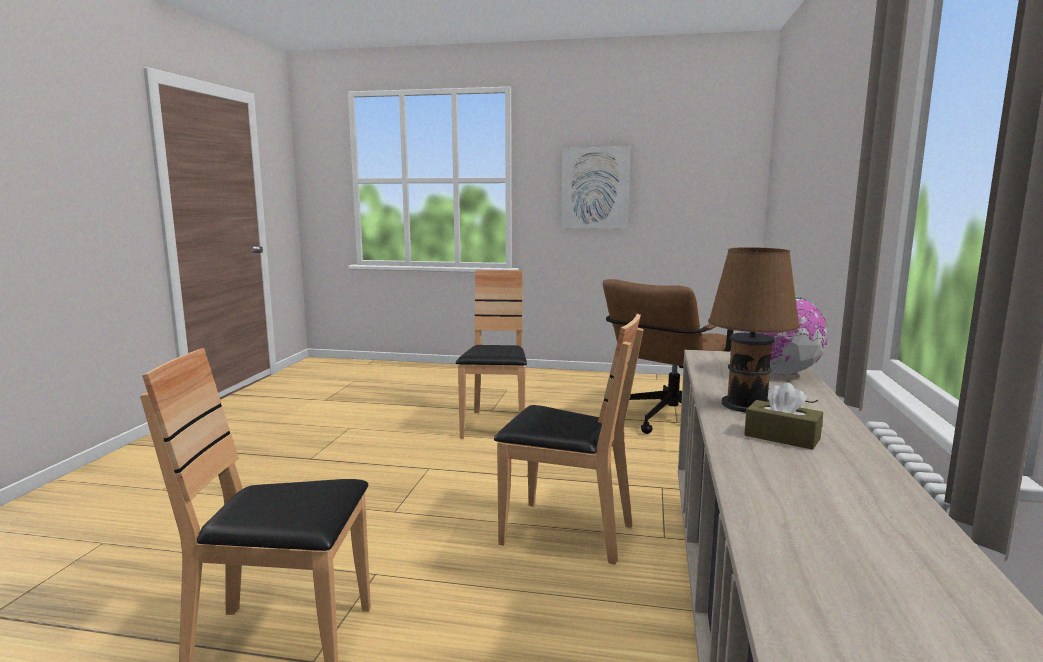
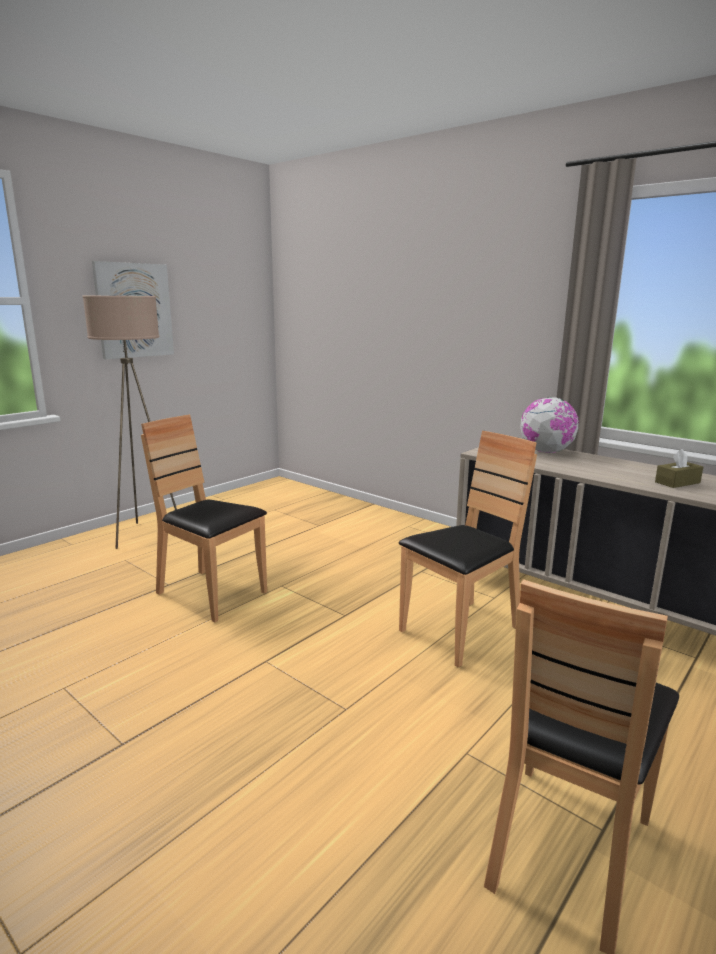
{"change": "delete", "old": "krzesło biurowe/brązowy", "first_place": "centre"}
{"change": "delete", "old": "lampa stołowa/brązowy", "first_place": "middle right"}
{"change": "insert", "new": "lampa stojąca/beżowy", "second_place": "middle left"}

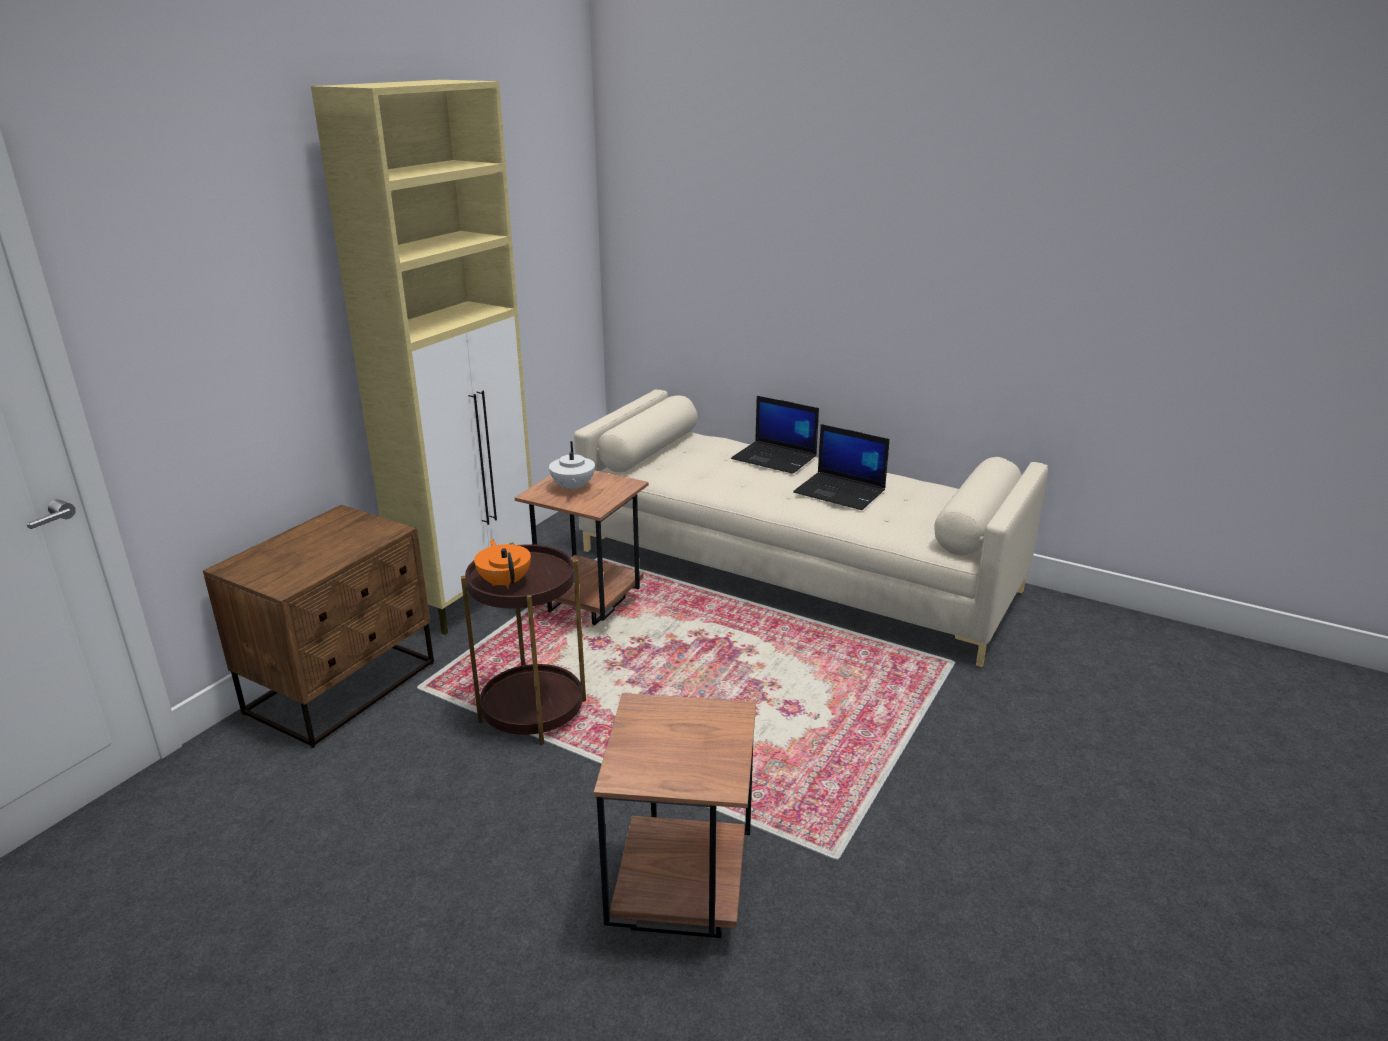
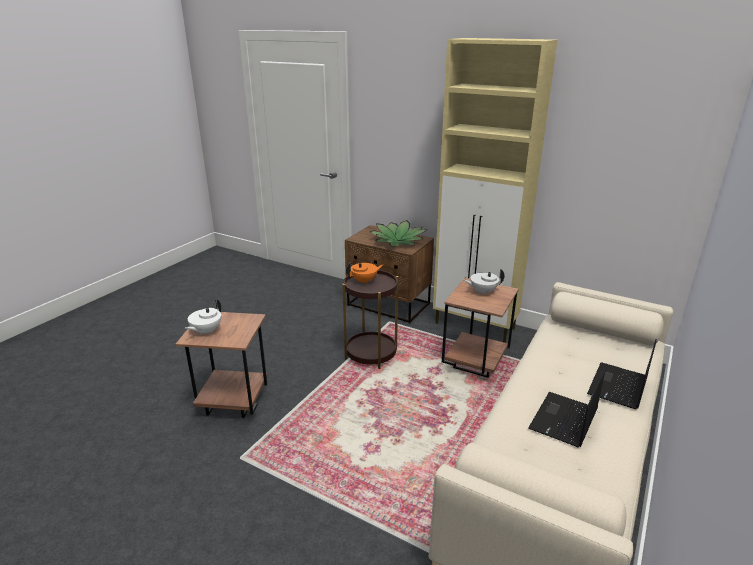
{"change": "insert", "new": "imbryk/biały (1st from left)", "second_place": "middle left"}
{"change": "insert", "new": "roślina doniczkowa", "second_place": "centre"}

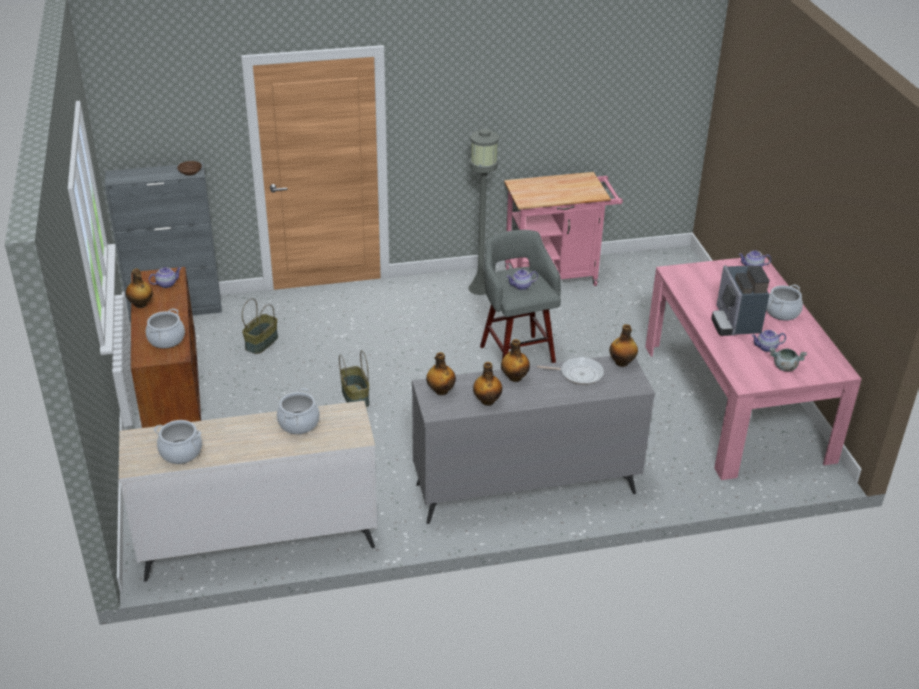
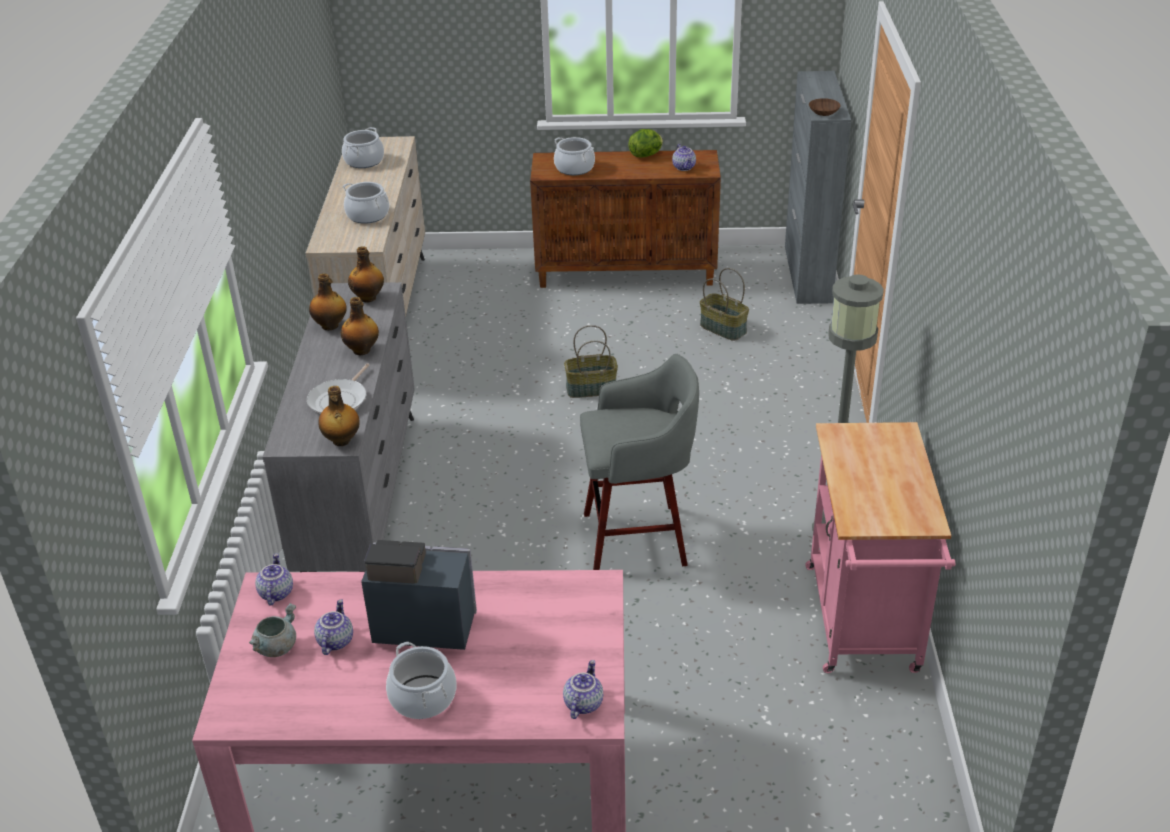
{"change": "replace", "old": "butelka (1st from left)", "new": "sałata", "first_place": "middle left", "second_place": "top centre"}
{"change": "move", "old": "imbryk (2nd from left in the first image)", "new": "imbryk (1st from left)", "first_place": "centre", "second_place": "bottom left"}

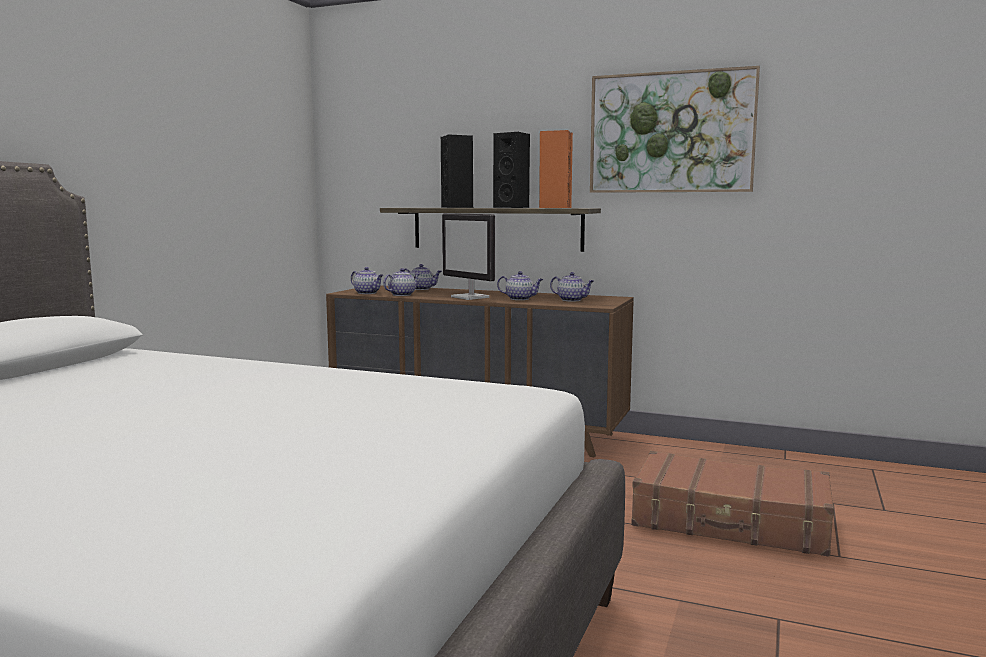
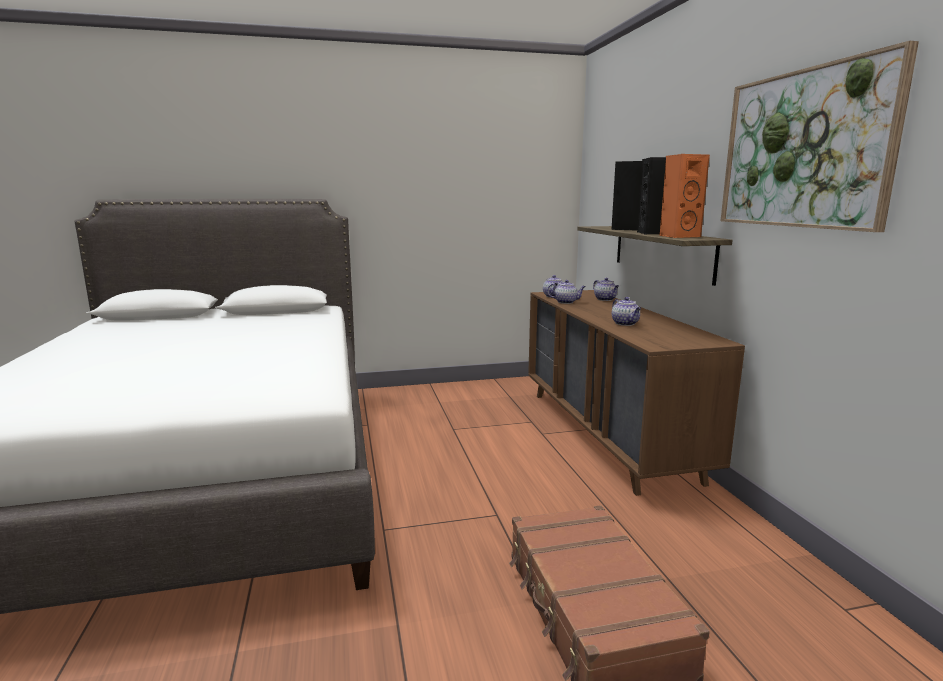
{"change": "delete", "old": "monitor", "first_place": "centre"}
{"change": "delete", "old": "imbryk (5th from left)", "first_place": "centre"}

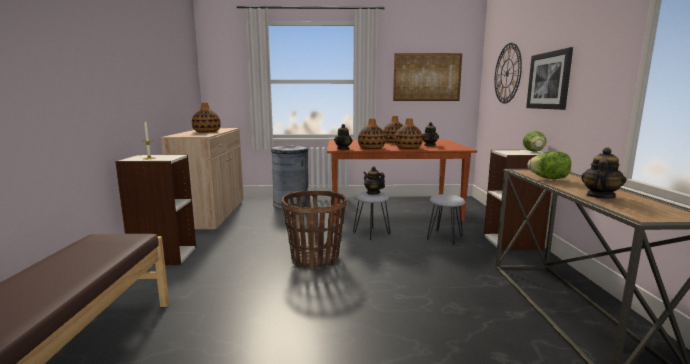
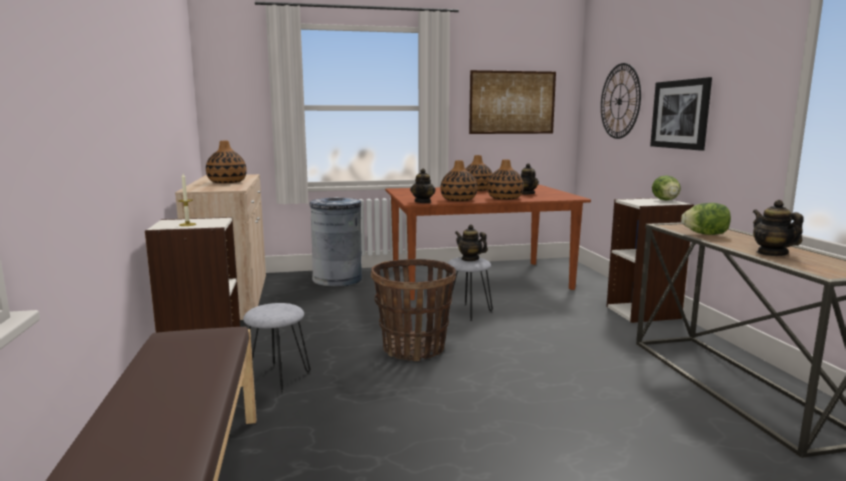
{"change": "move", "old": "stołek/szary (2nd from left in the first image)", "new": "stołek/szary (1st from left)", "first_place": "centre", "second_place": "bottom left"}
{"change": "rotate", "old": "imbryk (4th from left)", "first_place": "middle right", "second_place": "middle right", "degrees": -45}

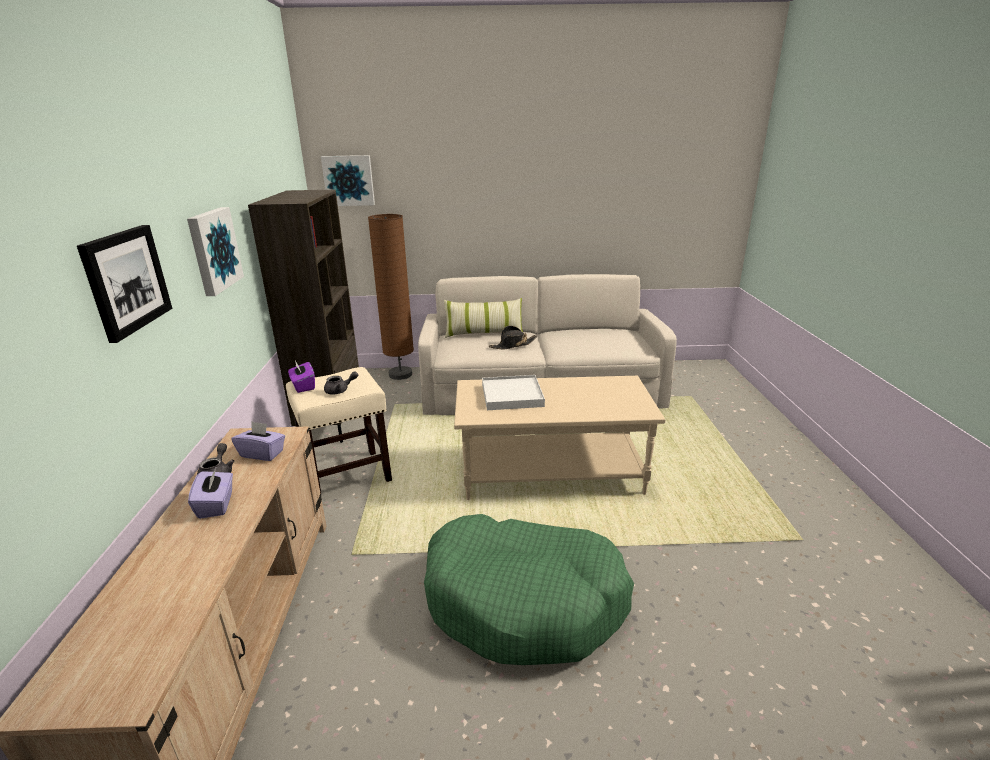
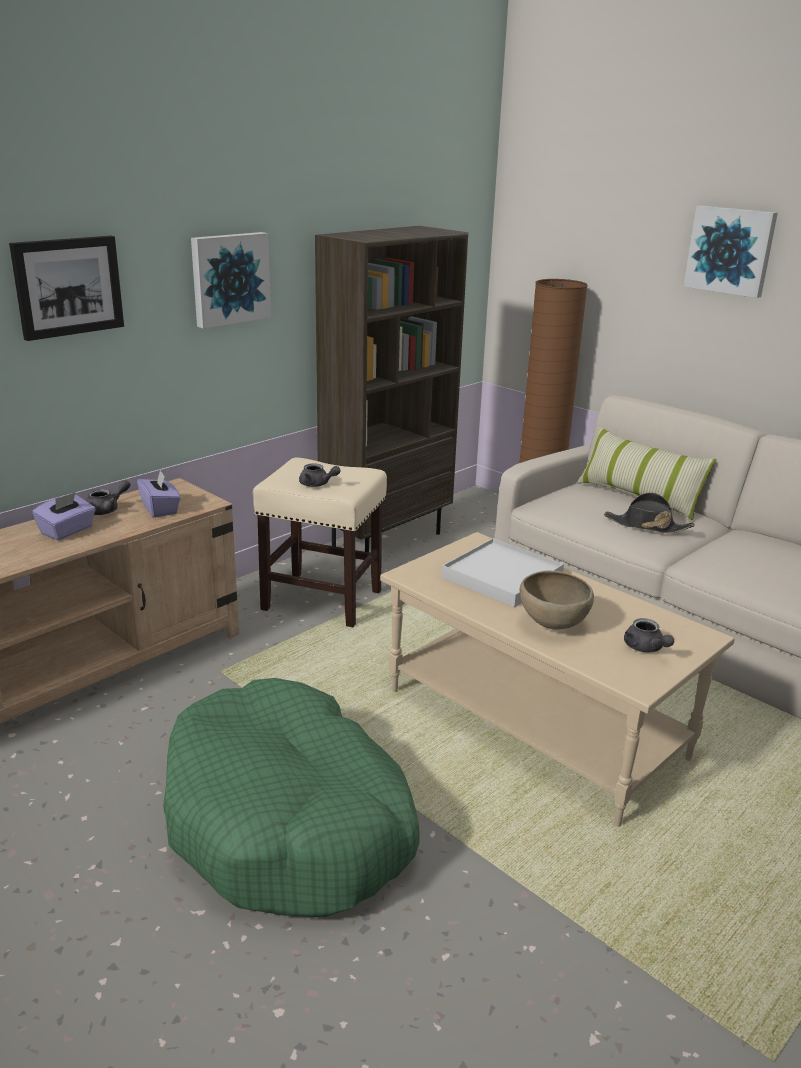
{"change": "delete", "old": "pudełko chusteczek/fioletowy (3rd from left)", "first_place": "middle left"}
{"change": "move", "old": "obraz (3rd from left)", "first_place": "top centre", "second_place": "top right"}
{"change": "insert", "new": "miska/brązowy", "second_place": "middle right"}
{"change": "insert", "new": "imbryk/szary (3rd from left)", "second_place": "middle right"}

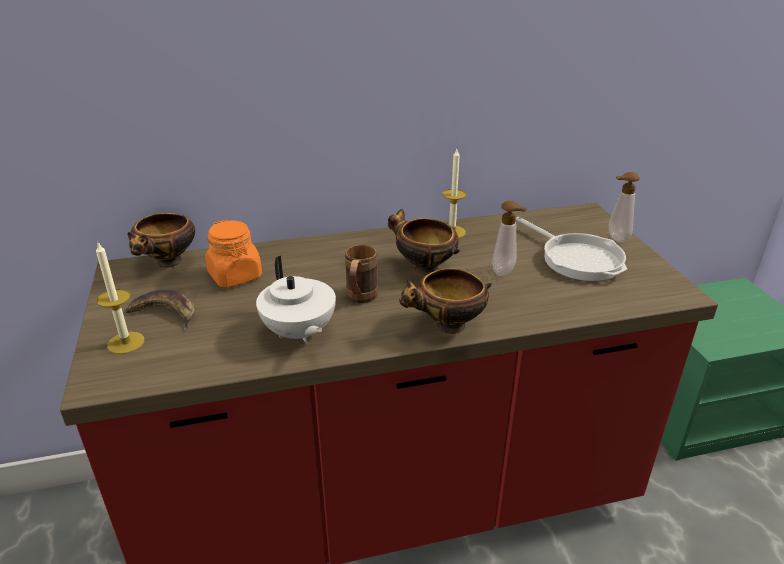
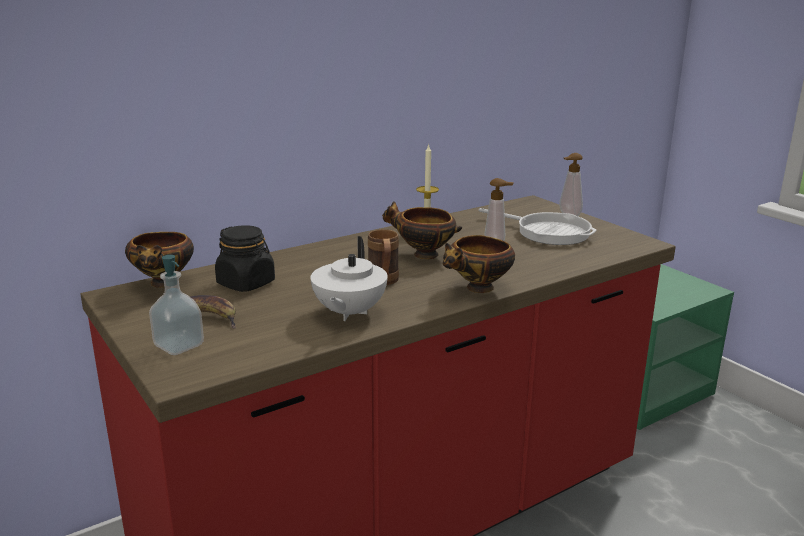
{"change": "replace", "old": "świeca (1st from left)", "new": "dozownik mydła (1st from left)", "first_place": "middle left", "second_place": "middle left"}
{"change": "recolor", "old": "słoik/pomarańczowy", "new": "słoik/czarny", "first_place": "middle left", "second_place": "middle left"}
{"change": "rotate", "old": "imbryk/biały", "first_place": "centre", "second_place": "centre", "degrees": 60}

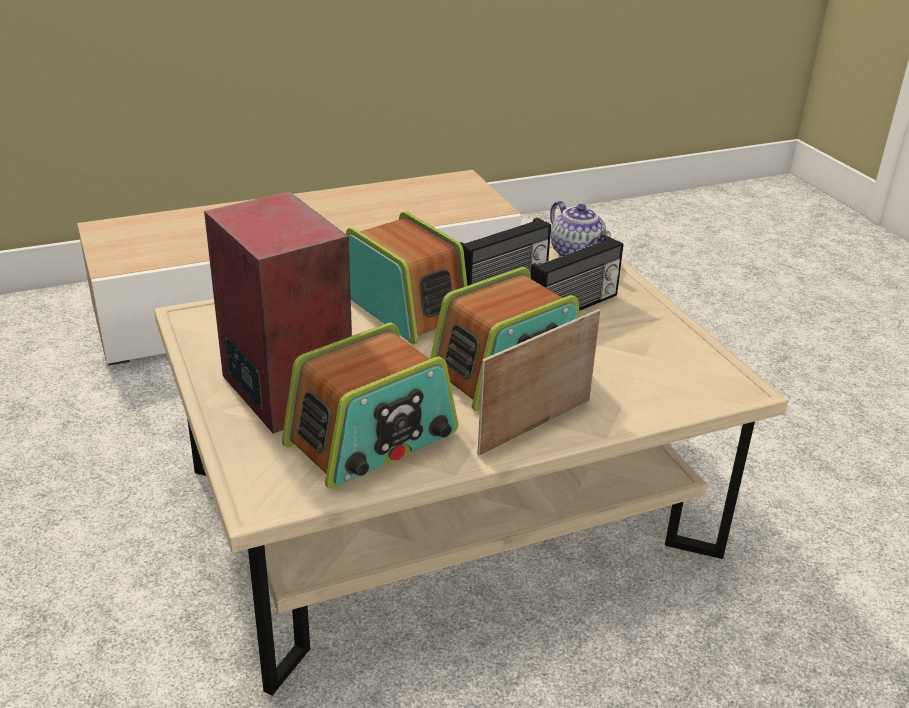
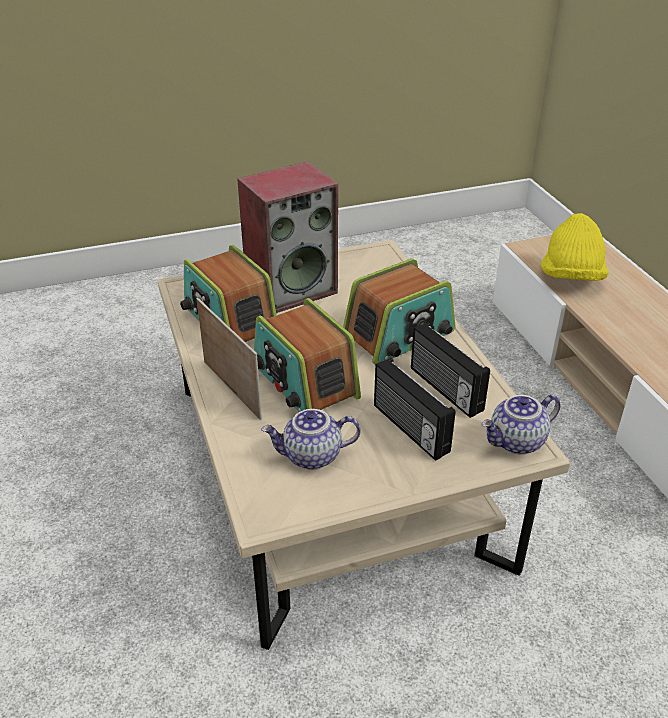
{"change": "insert", "new": "imbryk (1st from left)", "second_place": "centre"}
{"change": "insert", "new": "kapelusz/żółty", "second_place": "middle right"}

